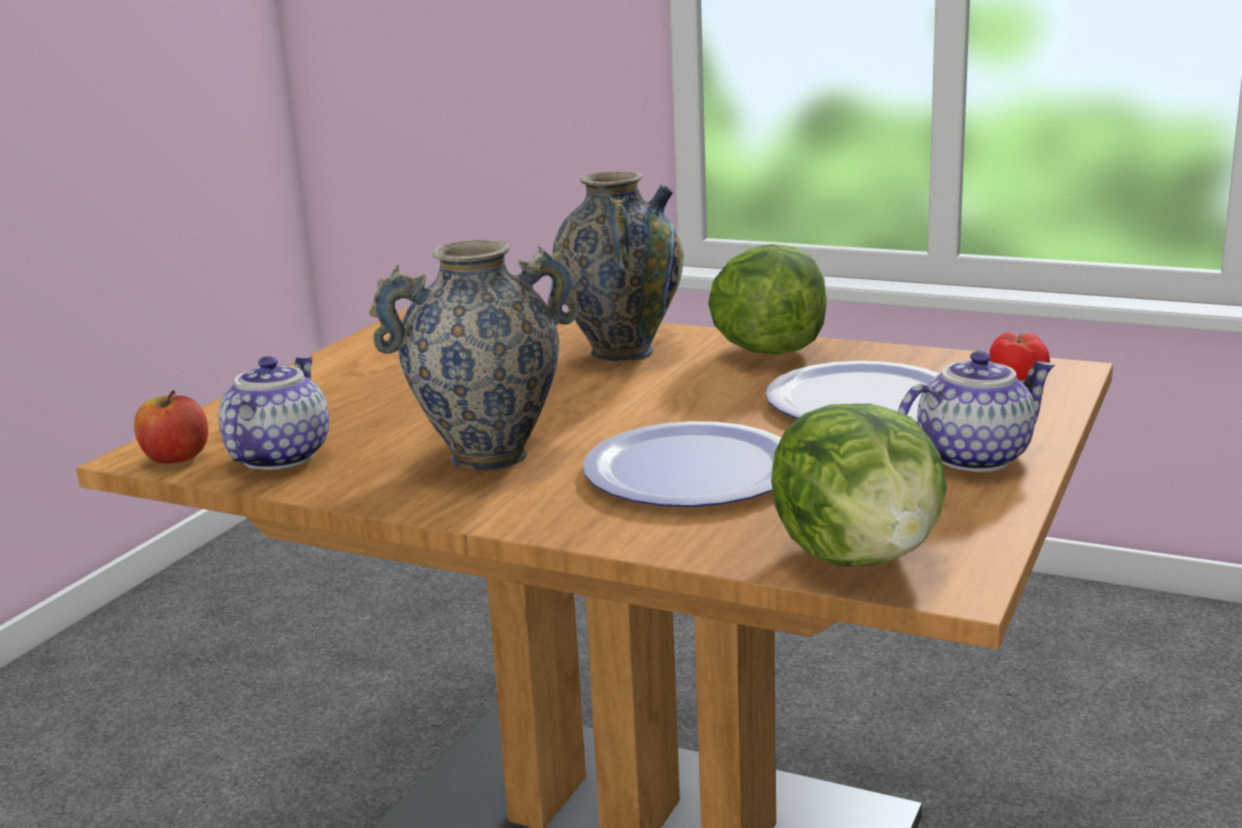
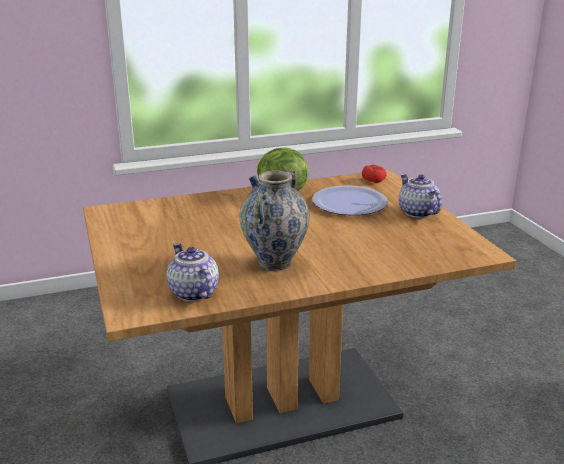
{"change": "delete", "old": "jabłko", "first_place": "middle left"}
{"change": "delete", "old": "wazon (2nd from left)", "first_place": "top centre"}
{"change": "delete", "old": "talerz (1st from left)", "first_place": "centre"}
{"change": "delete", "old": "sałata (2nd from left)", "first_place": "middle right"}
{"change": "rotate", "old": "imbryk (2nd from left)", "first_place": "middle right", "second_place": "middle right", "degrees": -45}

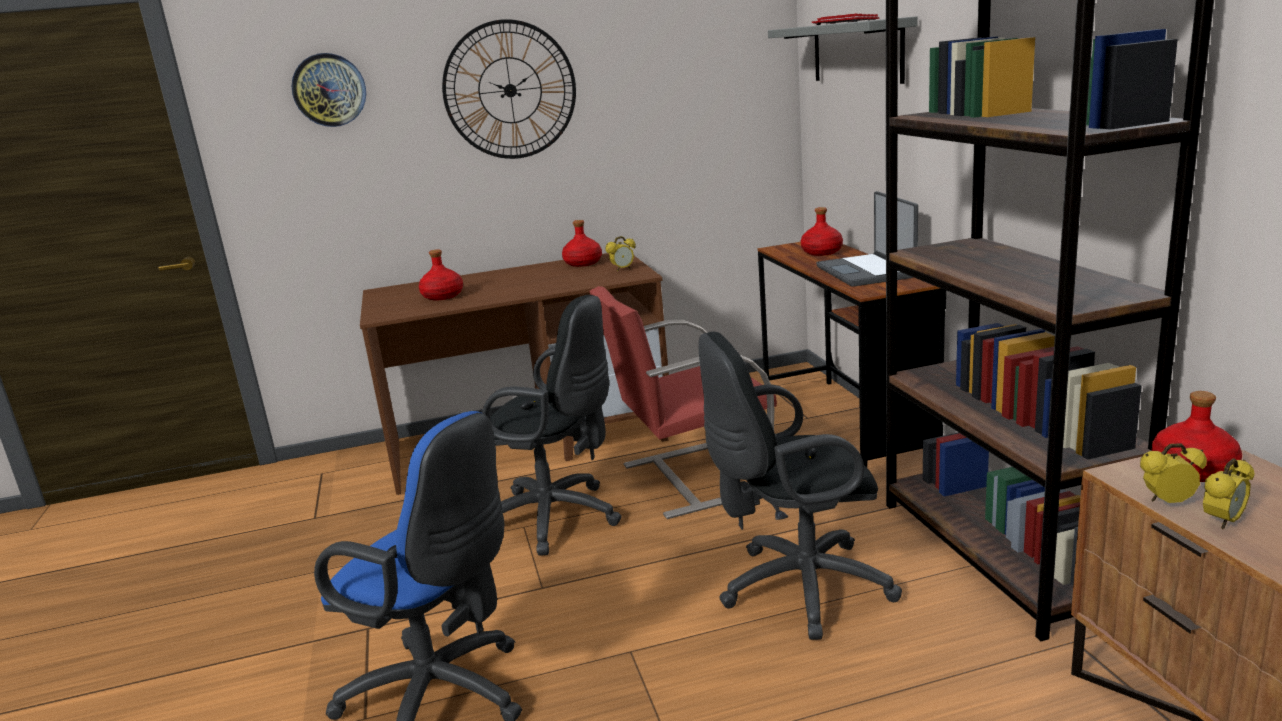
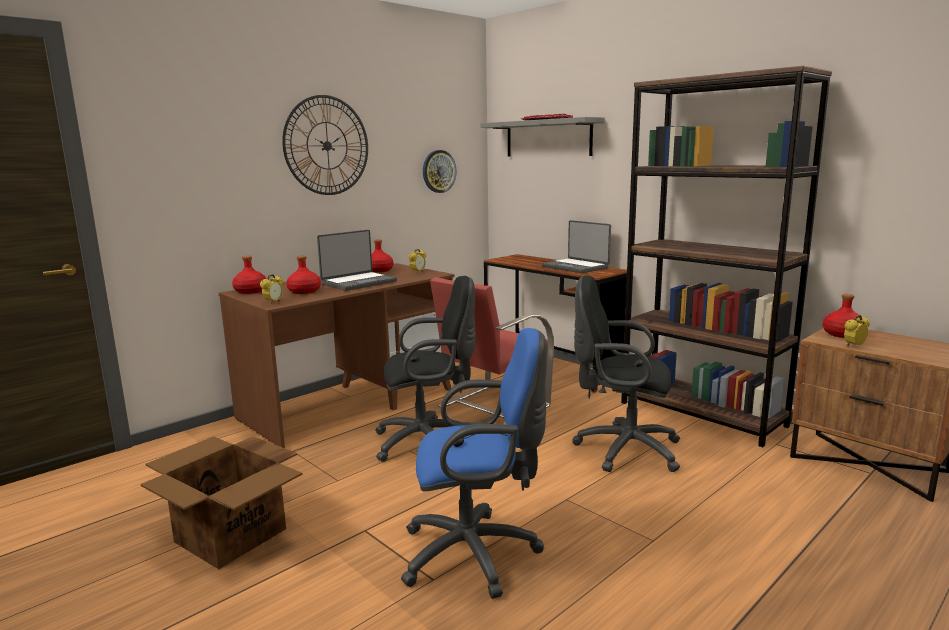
{"change": "move", "old": "zegar ścienny (1st from left in the first image)", "new": "zegar ścienny (2nd from left)", "first_place": "top left", "second_place": "top centre"}
{"change": "rotate", "old": "krzesło biurowe/czarny (2nd from left)", "first_place": "bottom centre", "second_place": "centre", "degrees": 60}
{"change": "move", "old": "butelka/czerwony (3rd from left in the first image)", "new": "butelka/czerwony (1st from left)", "first_place": "top centre", "second_place": "middle left"}
{"change": "move", "old": "budzik (3rd from left in the first image)", "new": "budzik (1st from left)", "first_place": "bottom right", "second_place": "middle left"}
{"change": "insert", "new": "karton", "second_place": "bottom left"}
{"change": "insert", "new": "laptop (1st from left)", "second_place": "centre"}

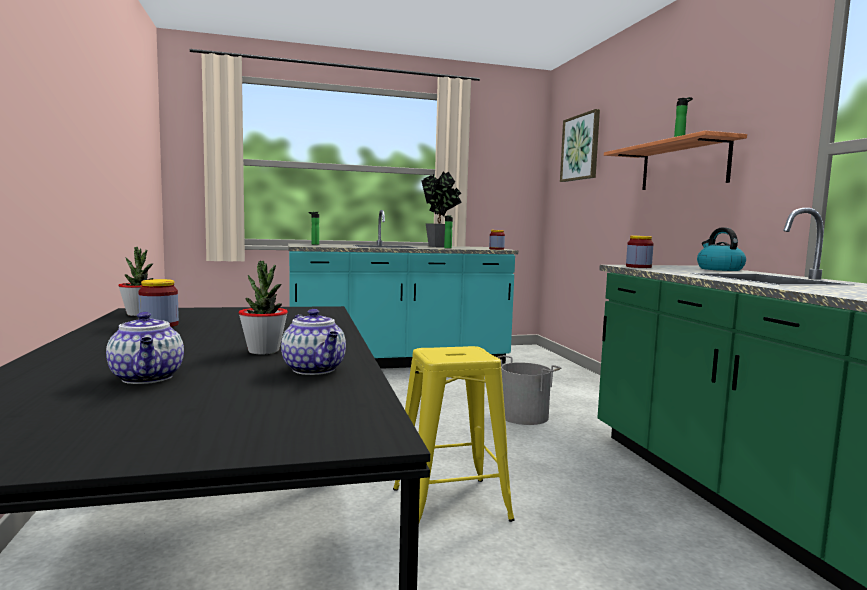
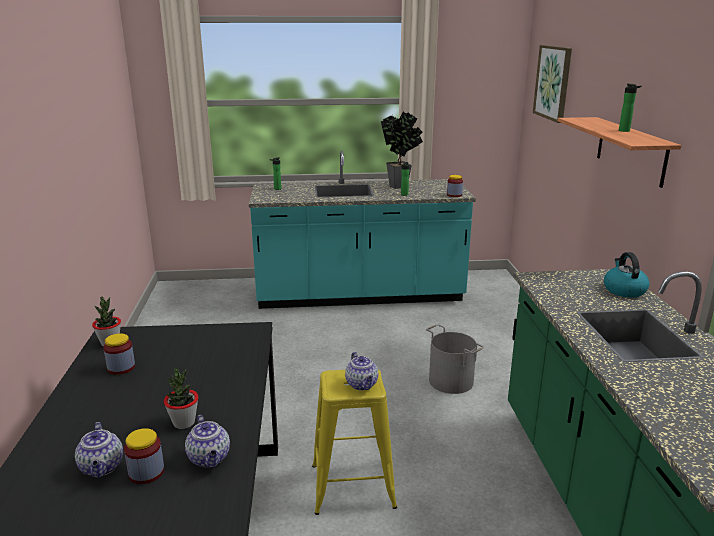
{"change": "move", "old": "słoik (3rd from left in the first image)", "new": "słoik (2nd from left)", "first_place": "middle right", "second_place": "bottom left"}
{"change": "insert", "new": "imbryk (3rd from left)", "second_place": "bottom centre"}

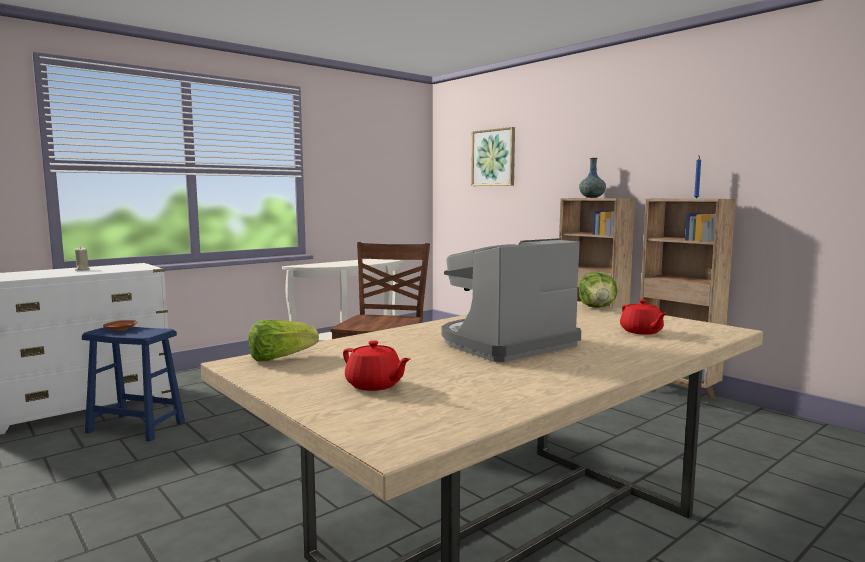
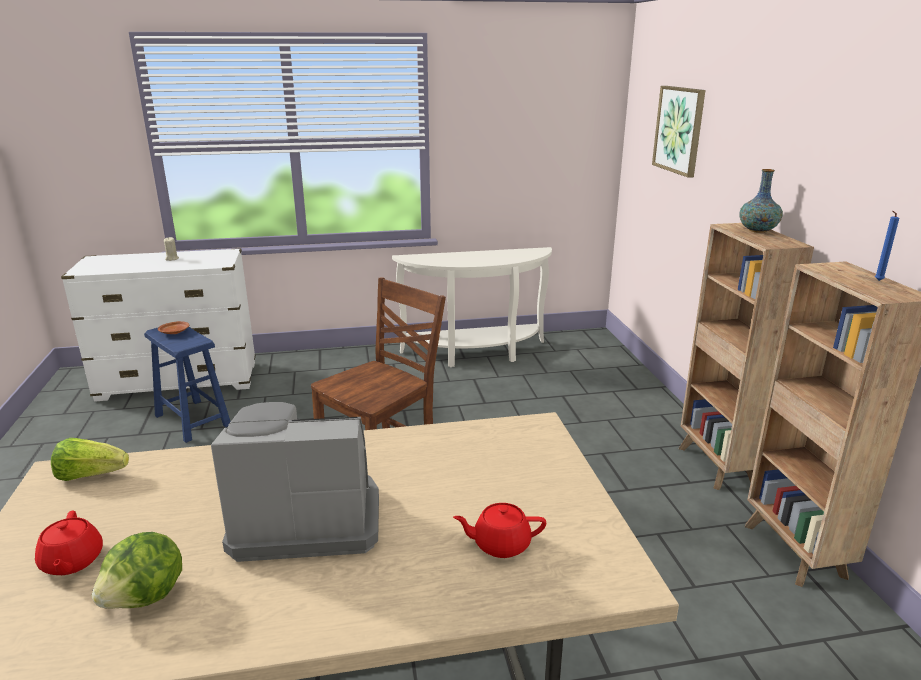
{"change": "move", "old": "sałata (2nd from left)", "first_place": "middle right", "second_place": "bottom left"}
{"change": "rotate", "old": "imbryk/czerwony (2nd from left)", "first_place": "middle right", "second_place": "bottom centre", "degrees": 75}

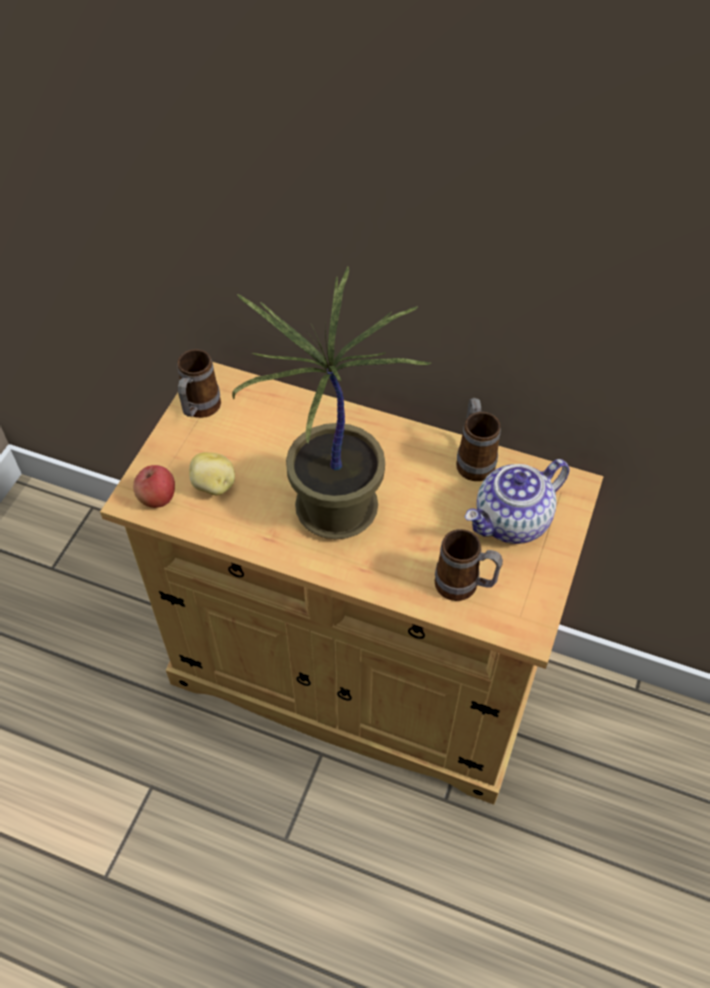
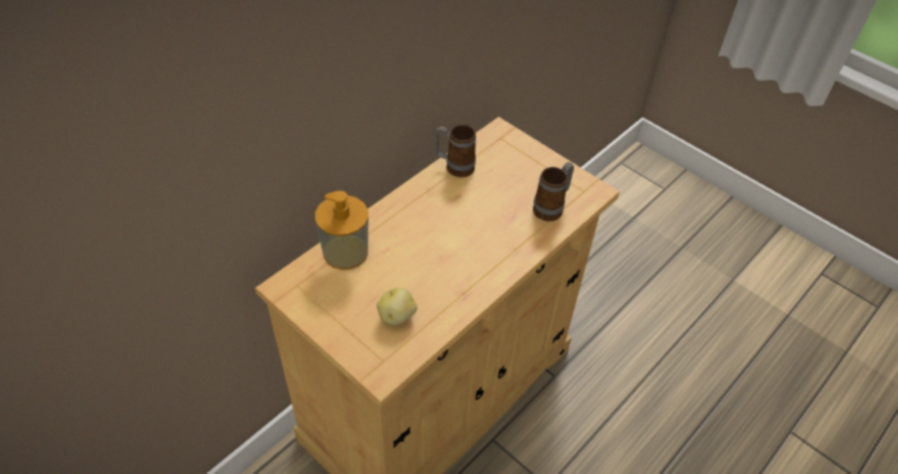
{"change": "delete", "old": "jabłko", "first_place": "middle left"}
{"change": "delete", "old": "kubek (1st from left)", "first_place": "middle left"}
{"change": "delete", "old": "roślina doniczkowa", "first_place": "centre"}
{"change": "delete", "old": "imbryk", "first_place": "middle right"}
{"change": "insert", "new": "dozownik mydła", "second_place": "centre"}

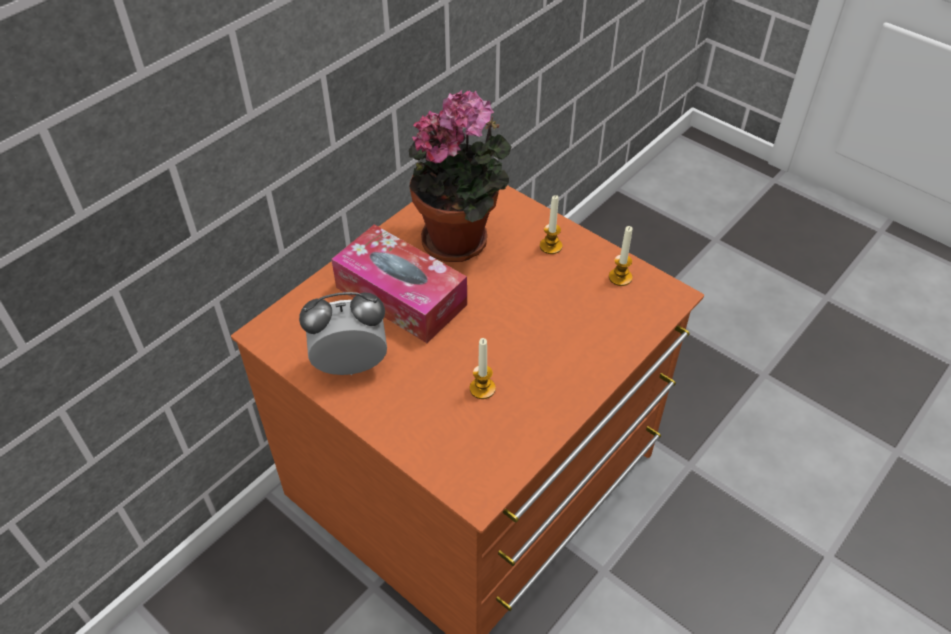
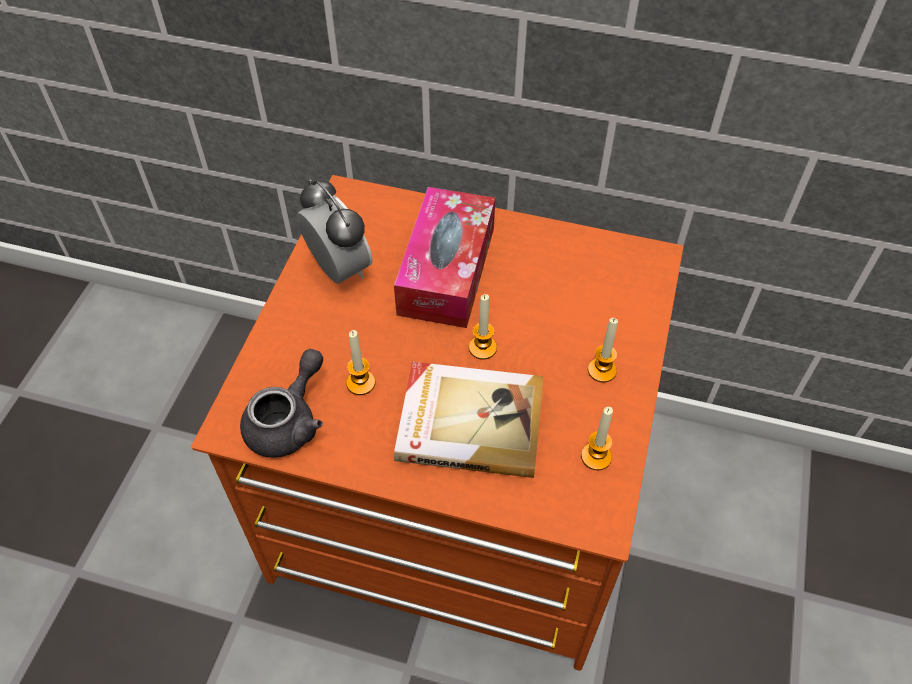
{"change": "delete", "old": "roślina doniczkowa", "first_place": "top centre"}
{"change": "insert", "new": "imbryk/szary", "second_place": "middle left"}
{"change": "insert", "new": "książka", "second_place": "centre"}
{"change": "insert", "new": "świeca (2nd from left)", "second_place": "centre"}

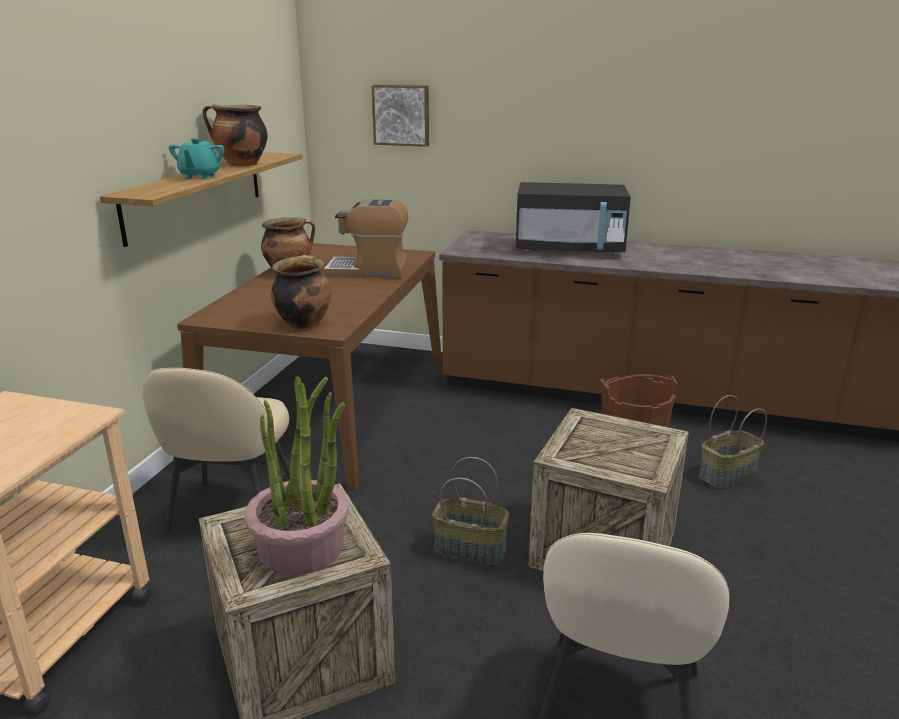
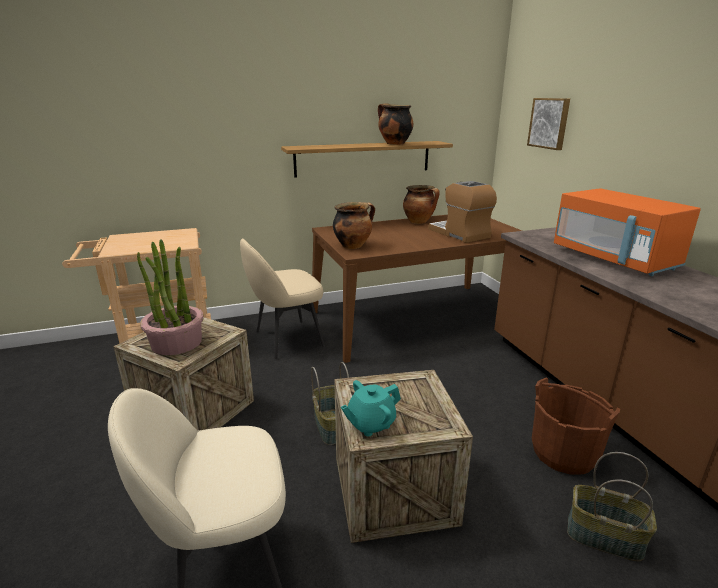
{"change": "move", "old": "imbryk/turkusowy", "first_place": "top left", "second_place": "bottom centre"}
{"change": "recolor", "old": "mikrofalówka/czarny", "new": "mikrofalówka/pomarańczowy", "first_place": "top centre", "second_place": "middle right"}

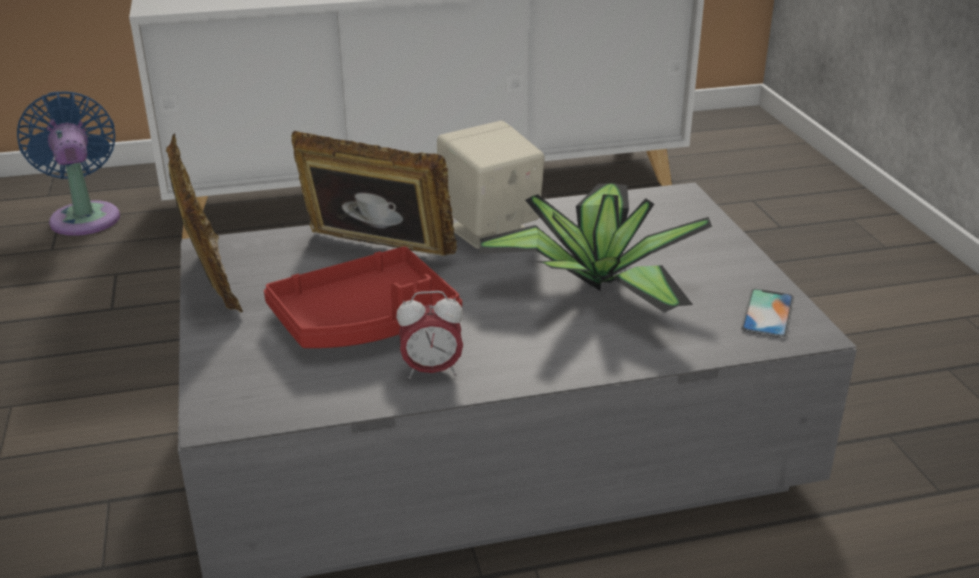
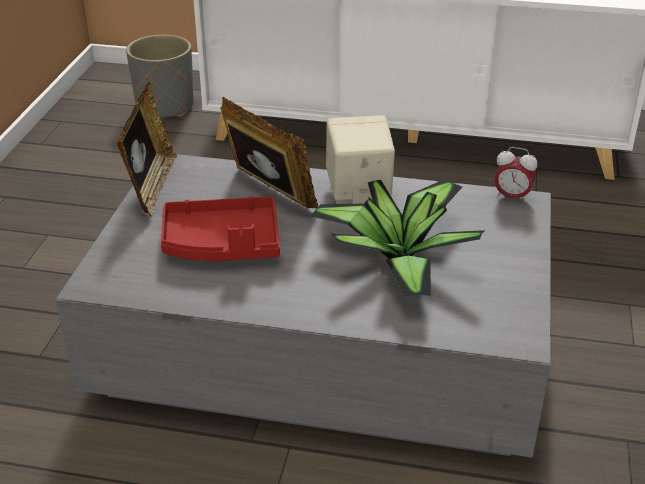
{"change": "replace", "old": "wentylator/niebieski", "new": "donica/szary", "first_place": "top left", "second_place": "top left"}
{"change": "move", "old": "budzik", "first_place": "centre", "second_place": "middle right"}
{"change": "delete", "old": "telefon", "first_place": "middle right"}

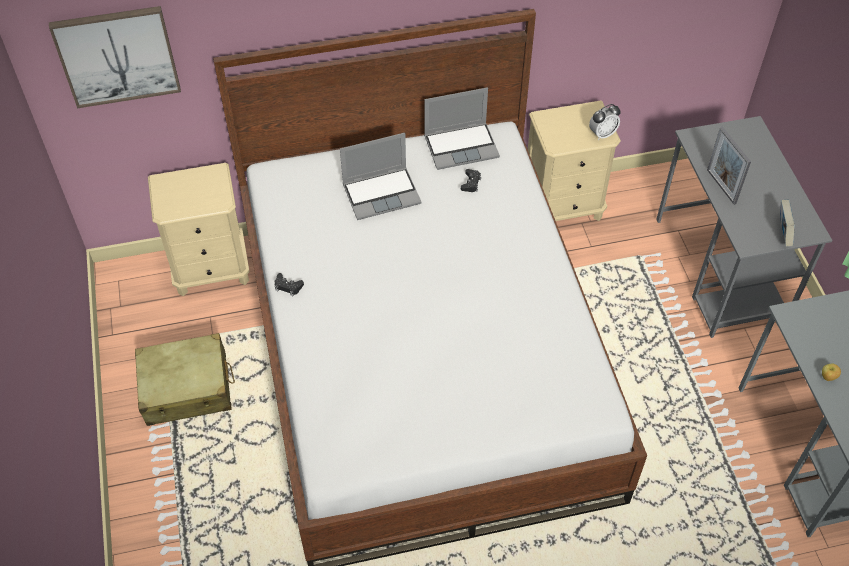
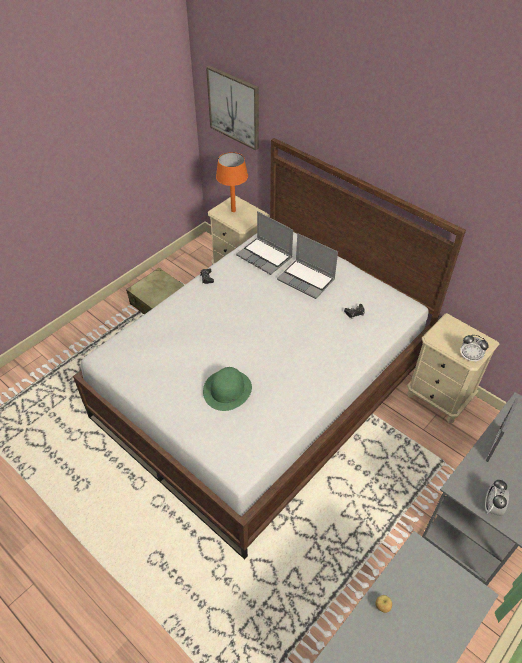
{"change": "move", "old": "laptop (2nd from left in the first image)", "new": "laptop (1st from left)", "first_place": "top centre", "second_place": "centre"}
{"change": "replace", "old": "książka", "new": "budzik (2nd from left)", "first_place": "middle right", "second_place": "bottom right"}
{"change": "insert", "new": "kapelusz/zielony", "second_place": "centre"}
{"change": "insert", "new": "lampa stołowa/pomarańczowy", "second_place": "top centre"}

